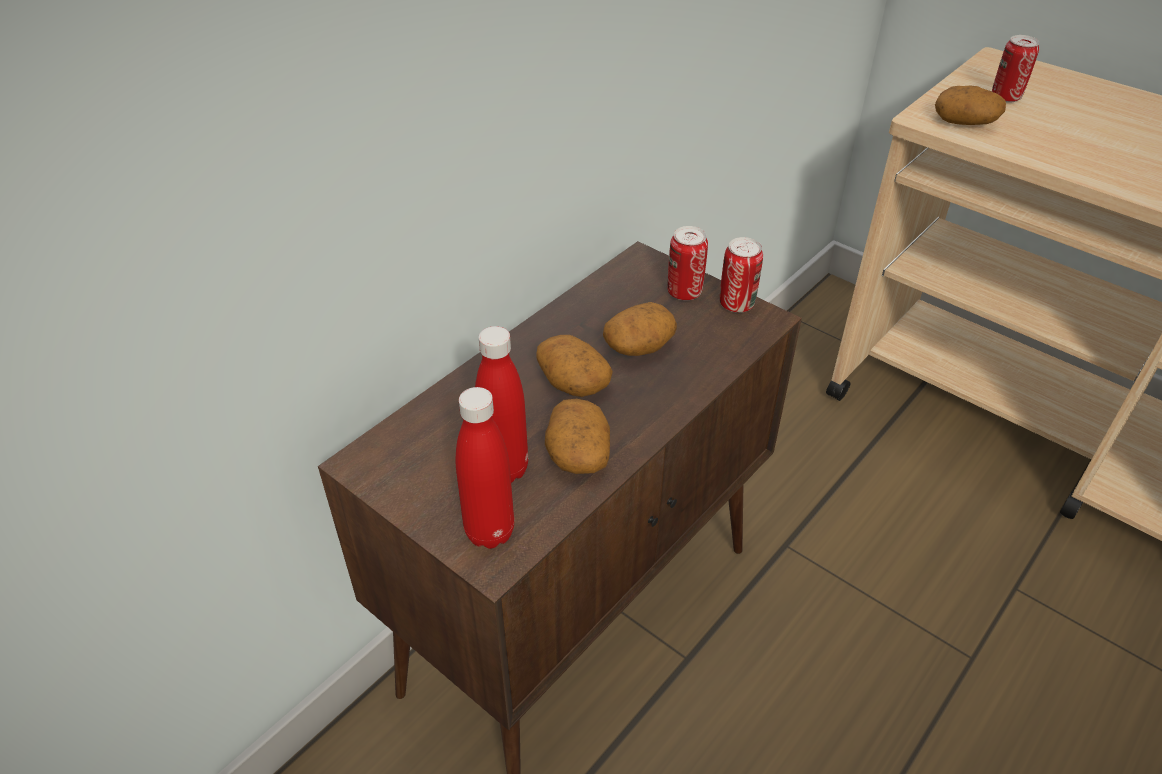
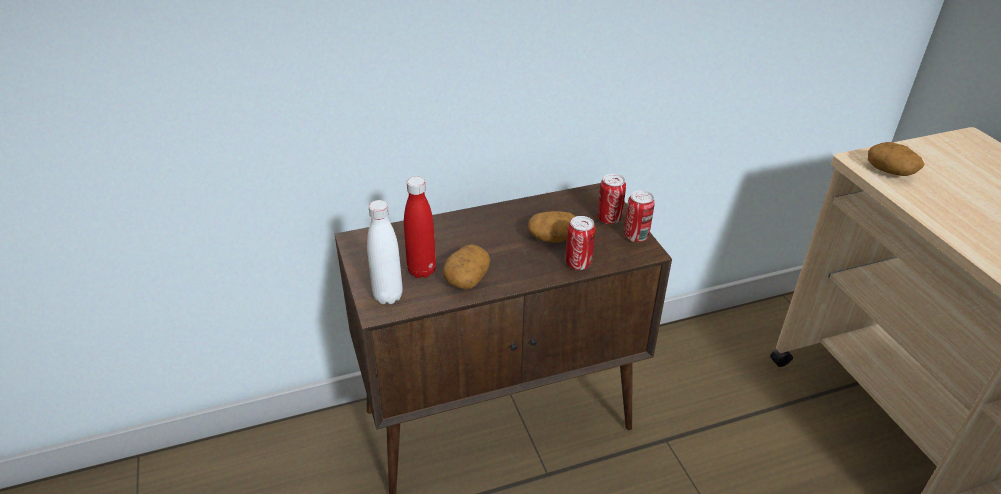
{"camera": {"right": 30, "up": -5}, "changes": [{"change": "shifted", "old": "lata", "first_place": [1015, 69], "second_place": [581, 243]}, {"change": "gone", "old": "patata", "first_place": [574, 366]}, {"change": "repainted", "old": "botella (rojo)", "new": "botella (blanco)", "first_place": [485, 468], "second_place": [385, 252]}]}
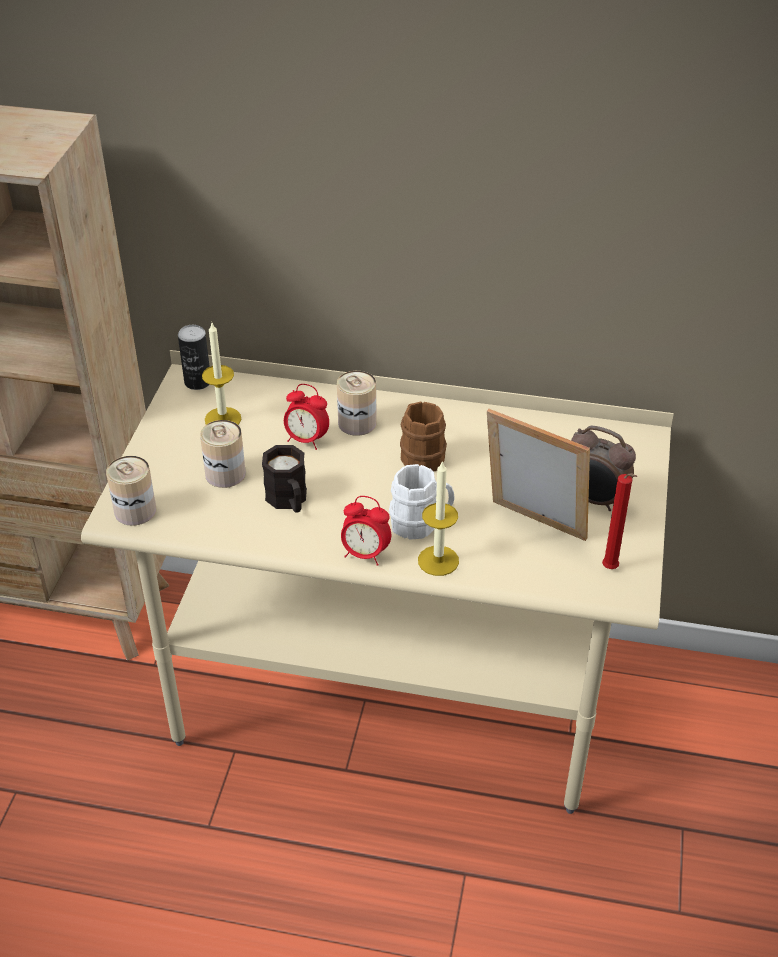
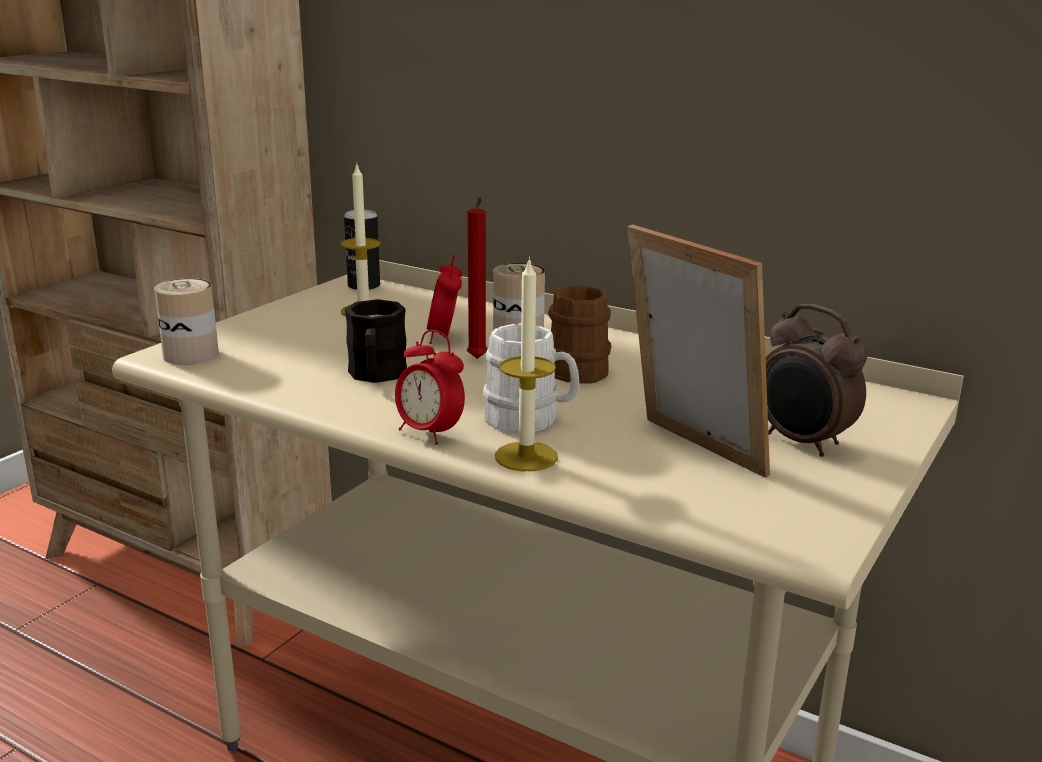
{"camera": {"right": 20, "up": -20}, "changes": [{"change": "rotated", "old": "despertador", "first_place": [306, 417], "second_place": [444, 299], "degrees": 45}, {"change": "gone", "old": "lata", "first_place": [223, 454]}, {"change": "shifted", "old": "vela (rojo)", "first_place": [619, 521], "second_place": [477, 278]}]}
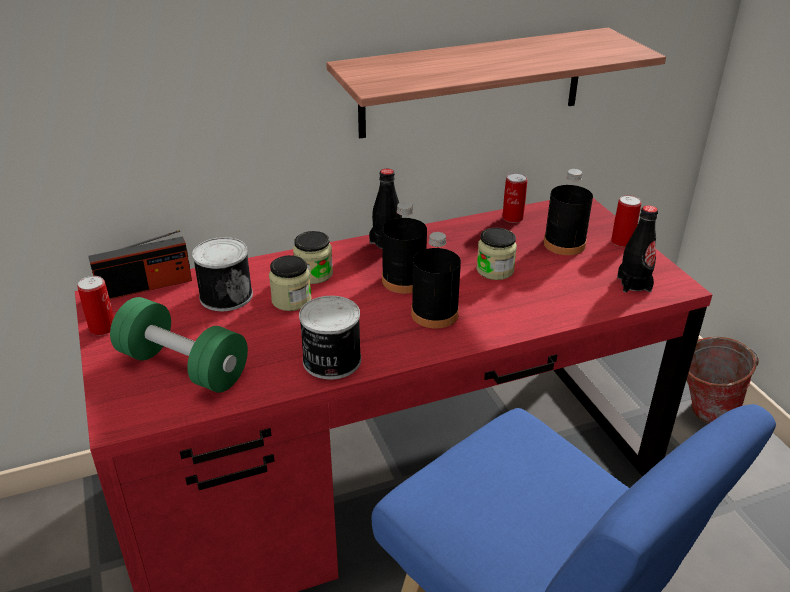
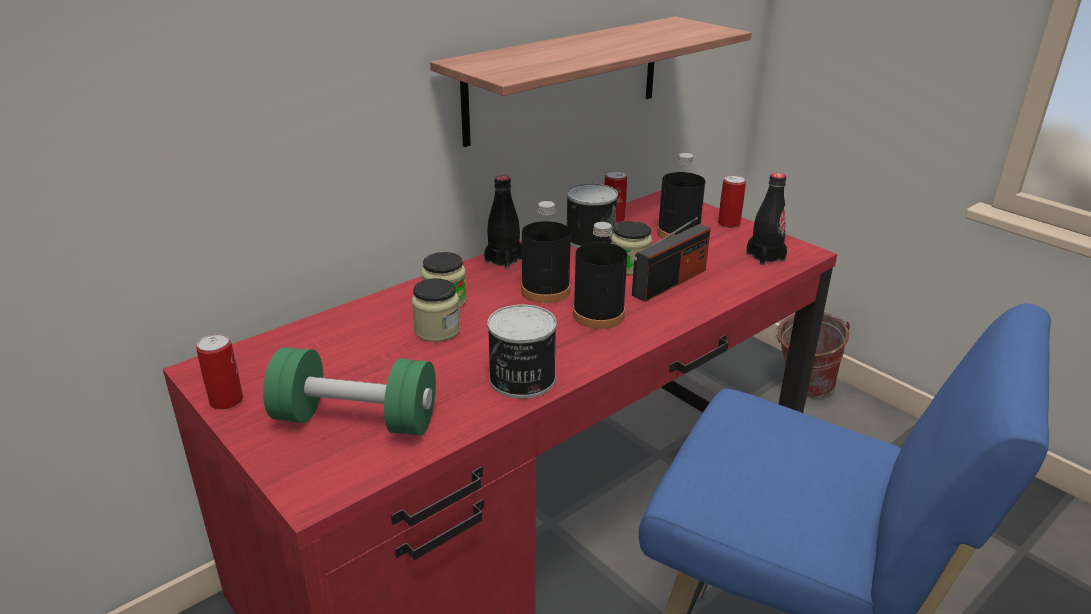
{"camera": {"right": -20, "up": -5}, "changes": [{"change": "shifted", "old": "radio", "first_place": [140, 264], "second_place": [671, 259]}, {"change": "shifted", "old": "lata", "first_place": [222, 274], "second_place": [592, 215]}]}
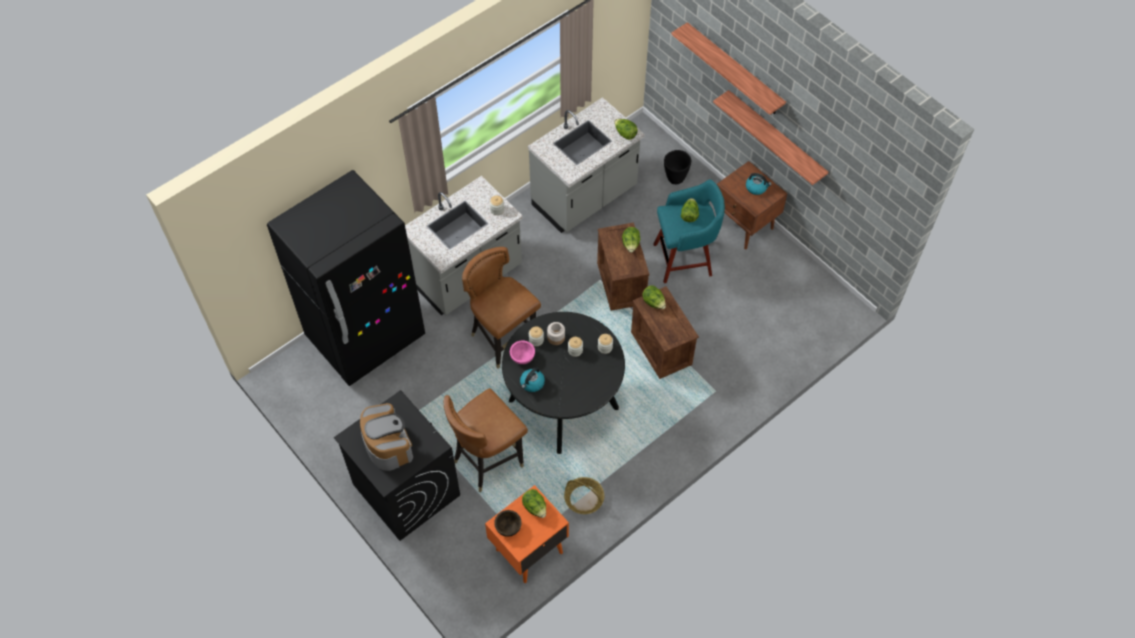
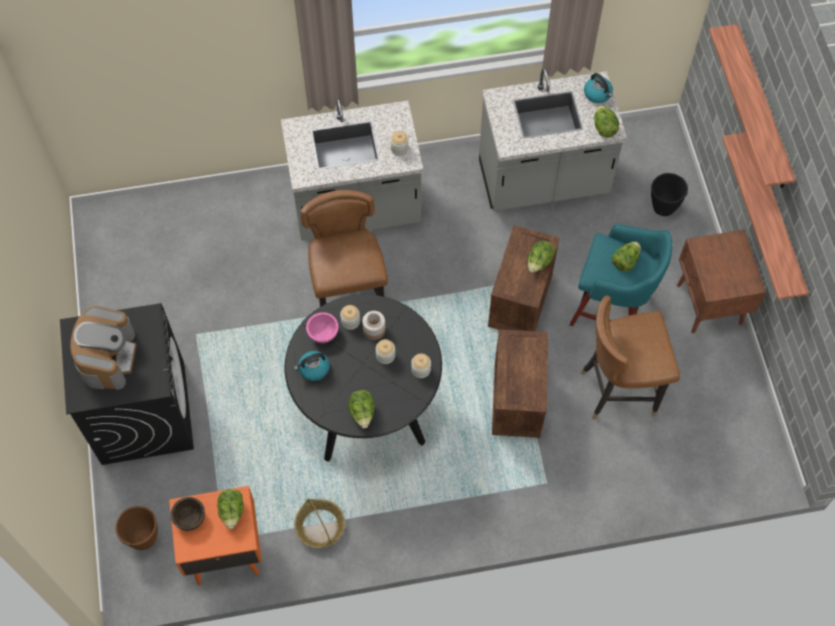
{"camera": {"right": 30, "up": 5}, "changes": [{"change": "gone", "old": "nevera (negro)", "first_place": [346, 278]}, {"change": "shifted", "old": "hervidor", "first_place": [759, 184], "second_place": [598, 88]}, {"change": "shifted", "old": "lechuga", "first_place": [654, 297], "second_place": [361, 409]}, {"change": "shifted", "old": "silla (marrón)", "first_place": [486, 440], "second_place": [630, 357]}, {"change": "new", "new": "maceta (marrón)", "second_place": [136, 528]}]}
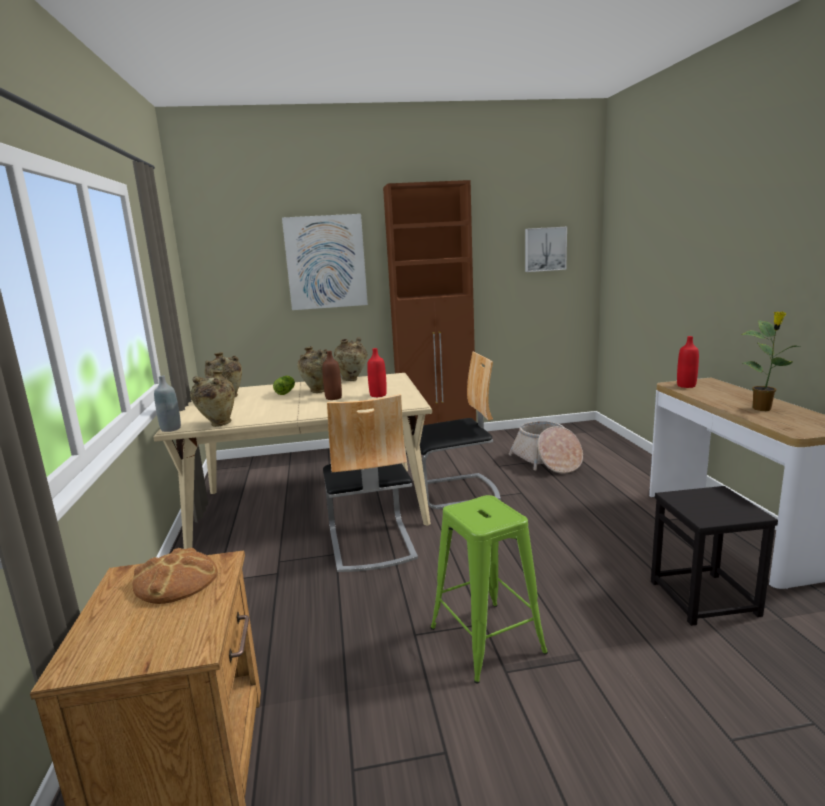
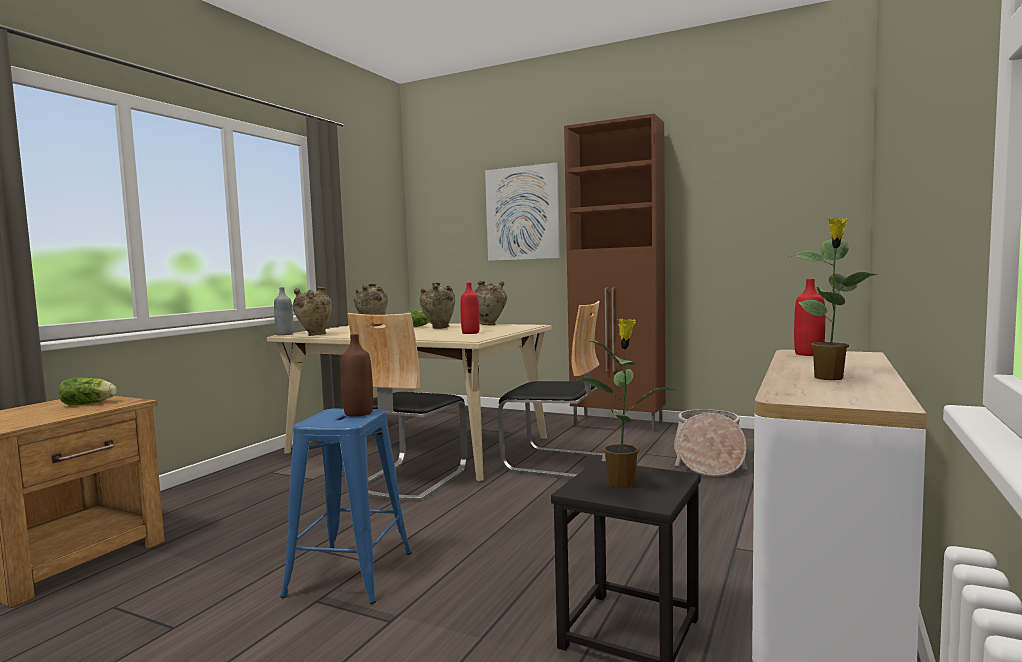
{"camera": {"right": 35, "up": -10}, "changes": [{"change": "gone", "old": "cuadro", "first_place": [546, 249]}, {"change": "shifted", "old": "botella (marrón)", "first_place": [332, 375], "second_place": [357, 375]}, {"change": "repainted", "old": "taburete (verde)", "new": "taburete (azul)", "first_place": [489, 589], "second_place": [346, 506]}, {"change": "swapped", "old": "pan", "new": "lechuga", "first_place": [175, 576], "second_place": [88, 391]}, {"change": "new", "new": "planta en maceta", "second_place": [625, 403]}]}
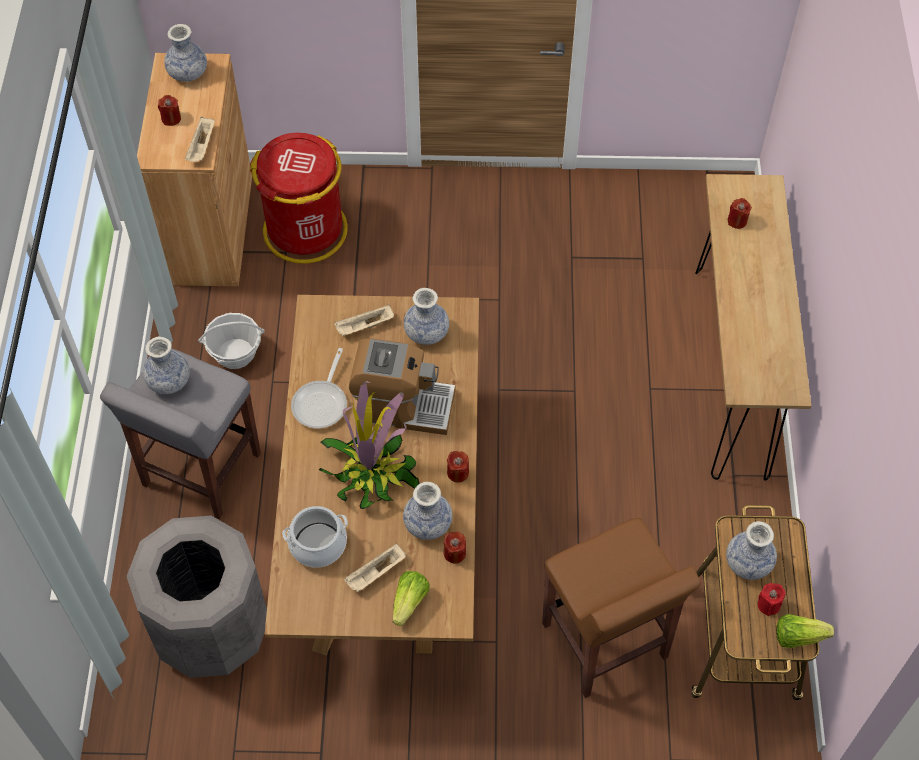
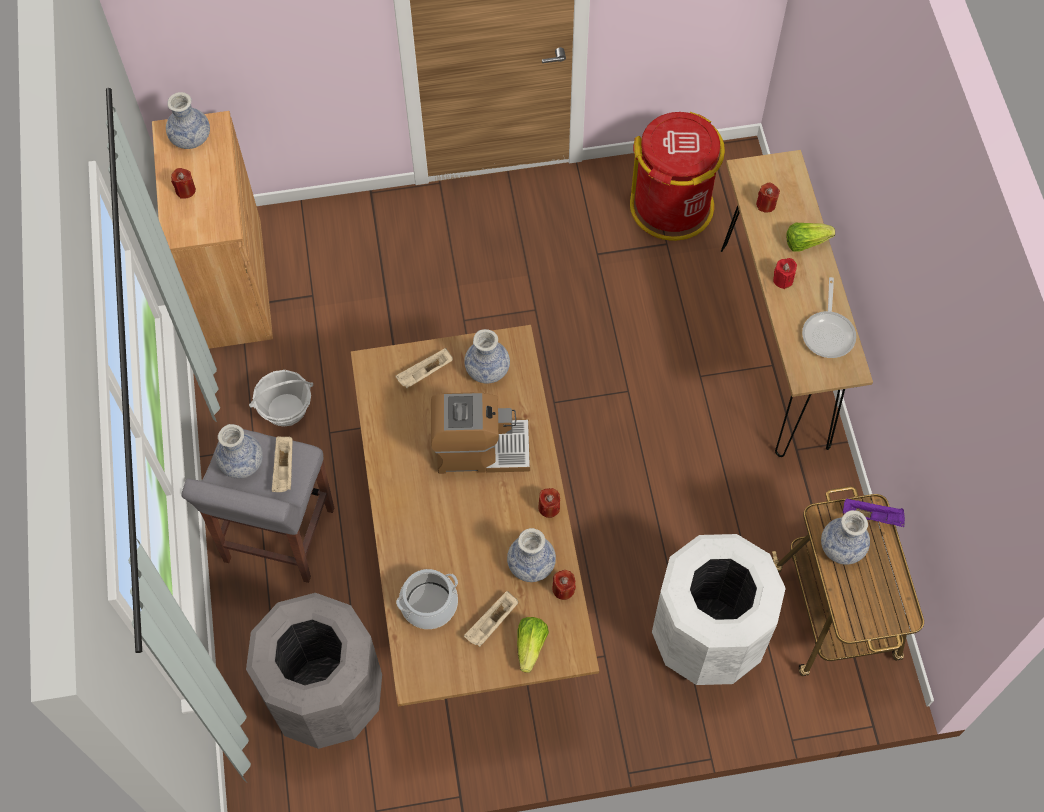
{"camera": {"right": -10, "up": 5}, "changes": [{"change": "shifted", "old": "bandeja (beis)", "first_place": [200, 139], "second_place": [282, 464]}, {"change": "shifted", "old": "papelera (rojo)", "first_place": [299, 198], "second_place": [677, 176]}, {"change": "shifted", "old": "sartén", "first_place": [319, 388], "second_place": [829, 317]}, {"change": "gone", "old": "planta en maceta", "first_place": [369, 445]}, {"change": "swapped", "old": "taburete (marrón)", "new": "papelera (blanco)", "first_place": [621, 608], "second_place": [719, 609]}, {"change": "shifted", "old": "vela (rojo)", "first_place": [771, 599], "second_place": [785, 273]}, {"change": "shifted", "old": "lechuga", "first_place": [805, 631], "second_place": [810, 237]}, {"change": "new", "new": "bandeja (morado)", "second_place": [874, 512]}]}
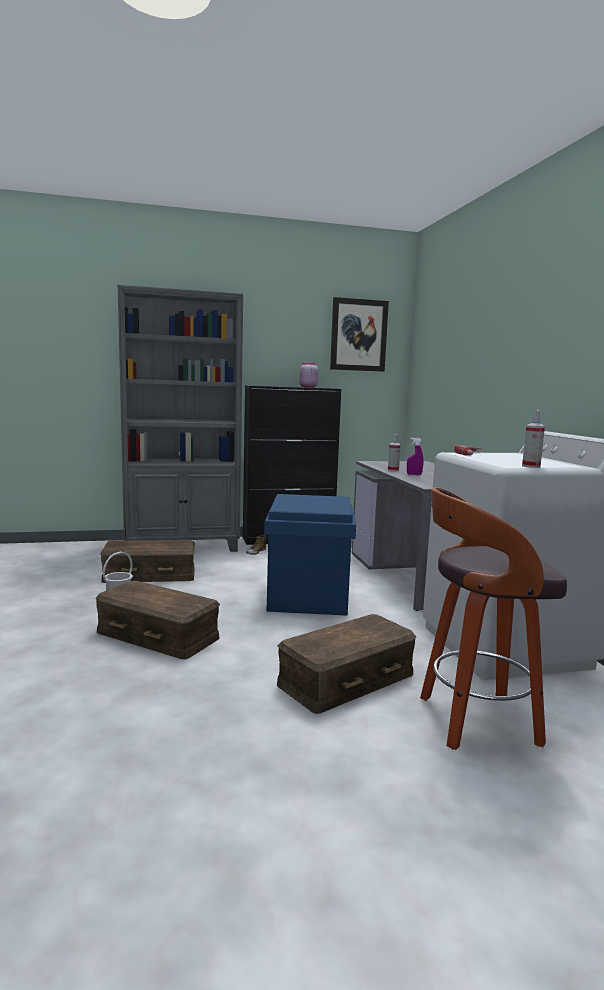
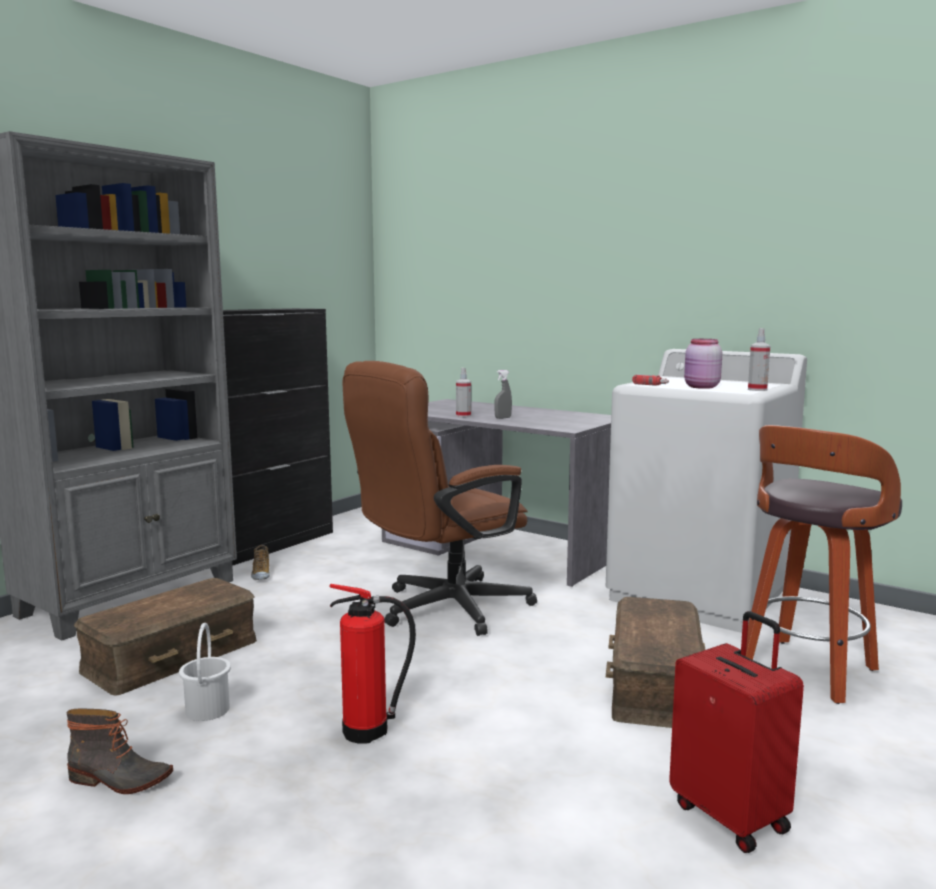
{"camera": {"right": -40, "up": 0}, "changes": [{"change": "gone", "old": "cuadro", "first_place": [359, 334]}, {"change": "shifted", "old": "tarro (rosa)", "first_place": [309, 375], "second_place": [703, 364]}, {"change": "repainted", "old": "pulverizador (morado)", "new": "pulverizador (gris)", "first_place": [415, 456], "second_place": [503, 394]}, {"change": "swapped", "old": "caja de almacenaje (azul)", "new": "silla de oficina (marrón)", "first_place": [310, 555], "second_place": [439, 498]}, {"change": "swapped", "old": "caja de almacenaje (marrón)", "new": "extintor", "first_place": [157, 620], "second_place": [373, 664]}, {"change": "new", "new": "maleta (rojo)", "second_place": [736, 732]}, {"change": "new", "new": "bota", "second_place": [119, 751]}]}
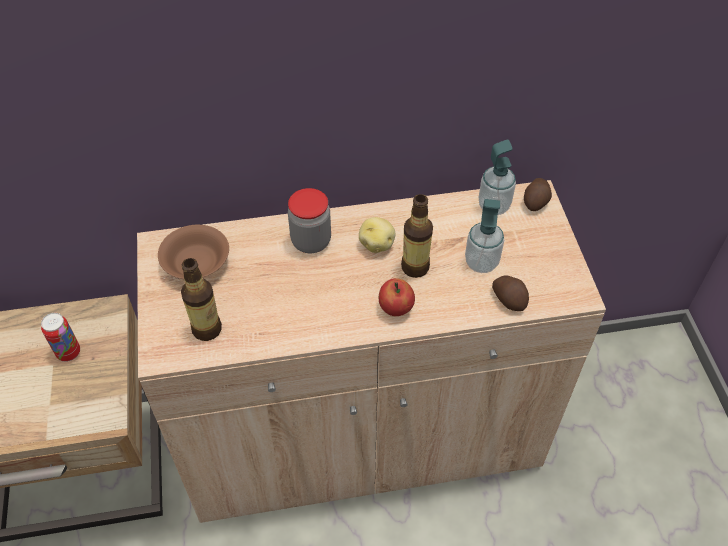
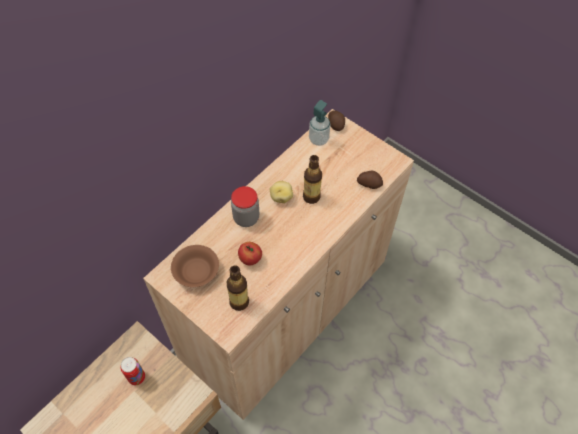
{"camera": {"right": -40, "up": 5}, "changes": [{"change": "gone", "old": "dispensador de jabón", "first_place": [484, 236]}, {"change": "shifted", "old": "manzana", "first_place": [397, 297], "second_place": [250, 253]}]}
